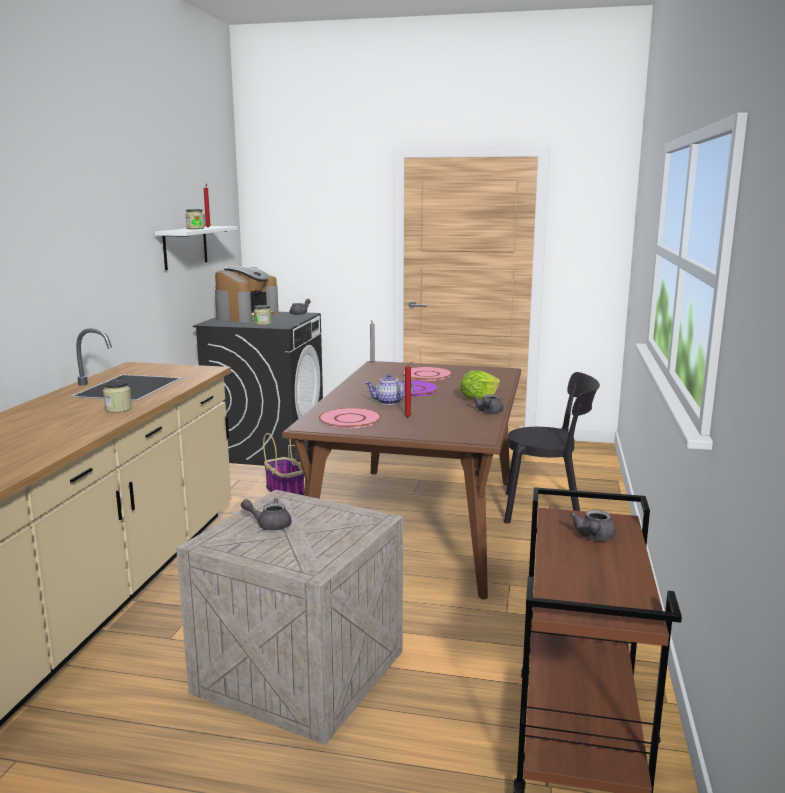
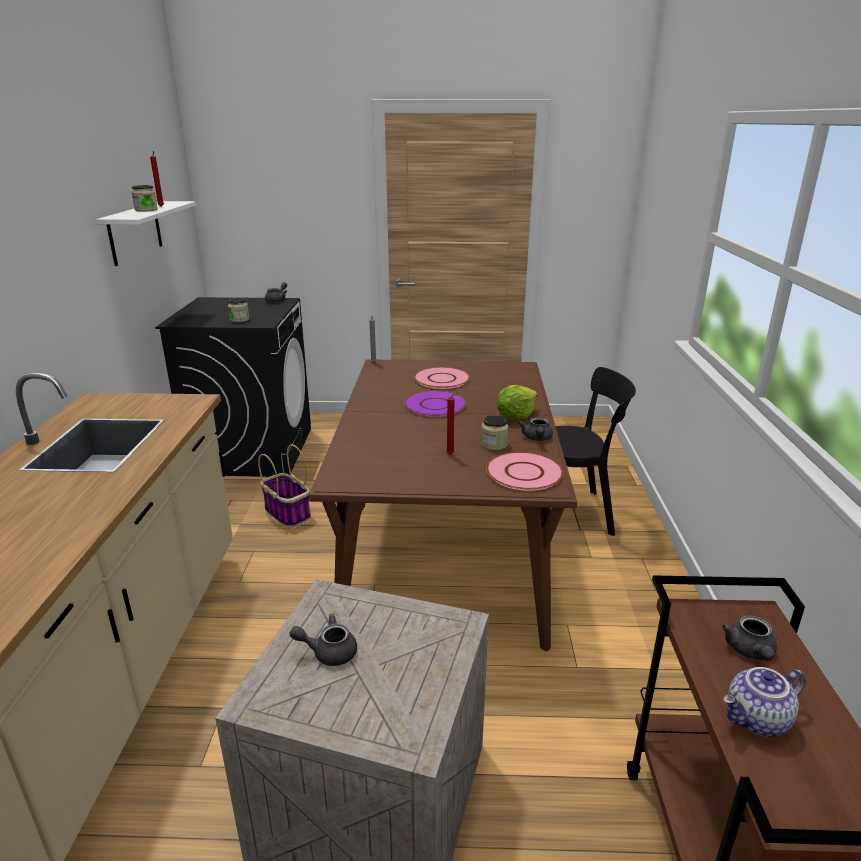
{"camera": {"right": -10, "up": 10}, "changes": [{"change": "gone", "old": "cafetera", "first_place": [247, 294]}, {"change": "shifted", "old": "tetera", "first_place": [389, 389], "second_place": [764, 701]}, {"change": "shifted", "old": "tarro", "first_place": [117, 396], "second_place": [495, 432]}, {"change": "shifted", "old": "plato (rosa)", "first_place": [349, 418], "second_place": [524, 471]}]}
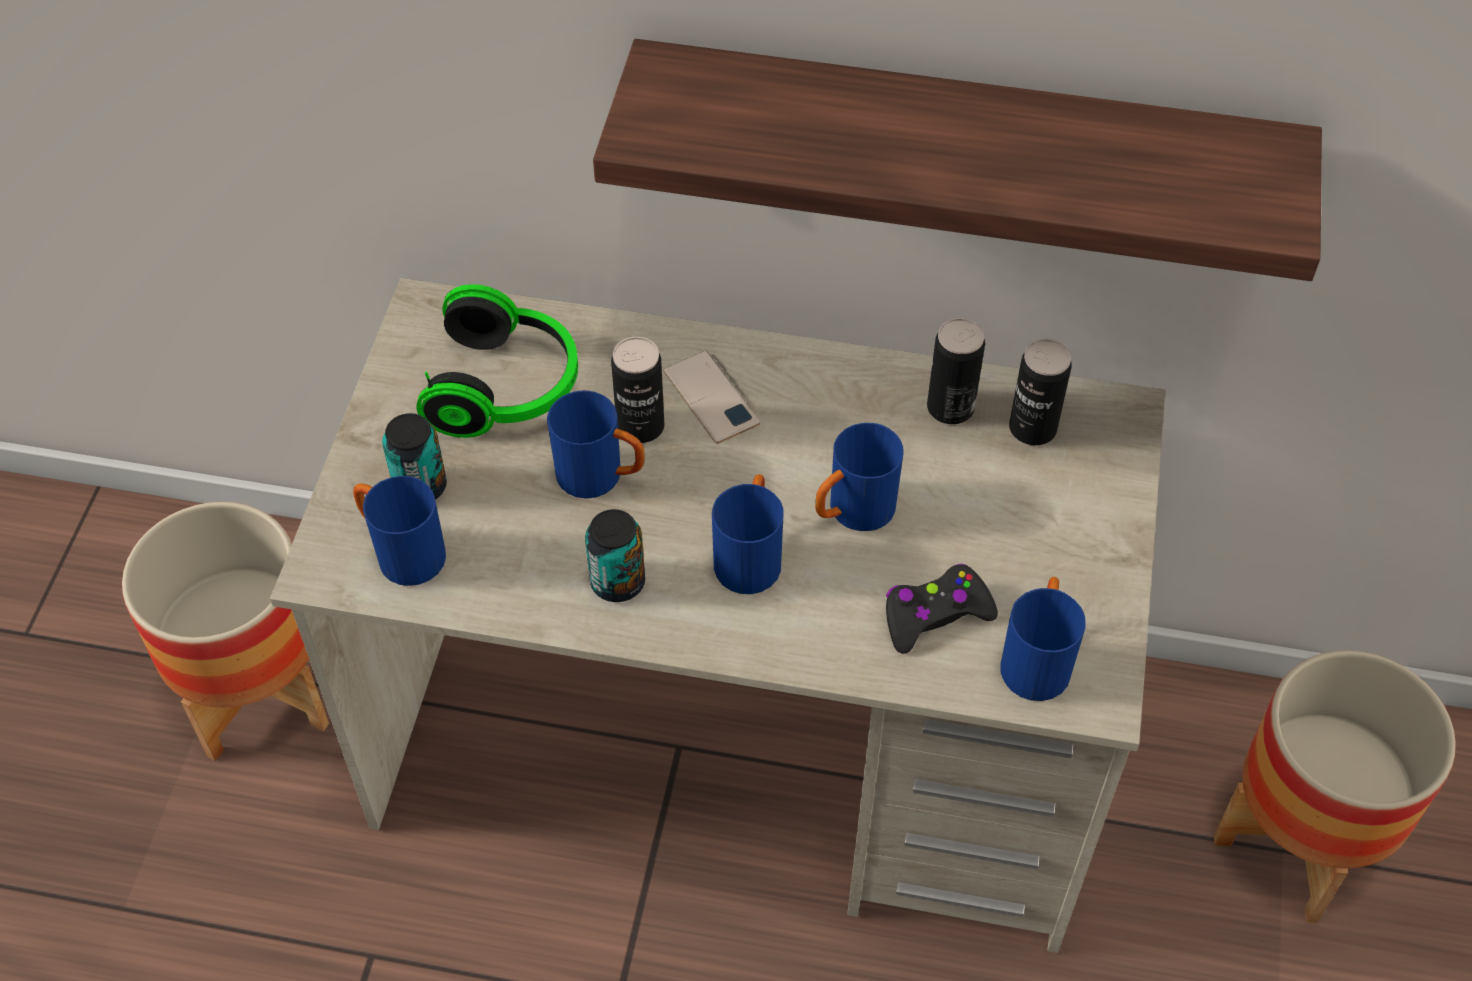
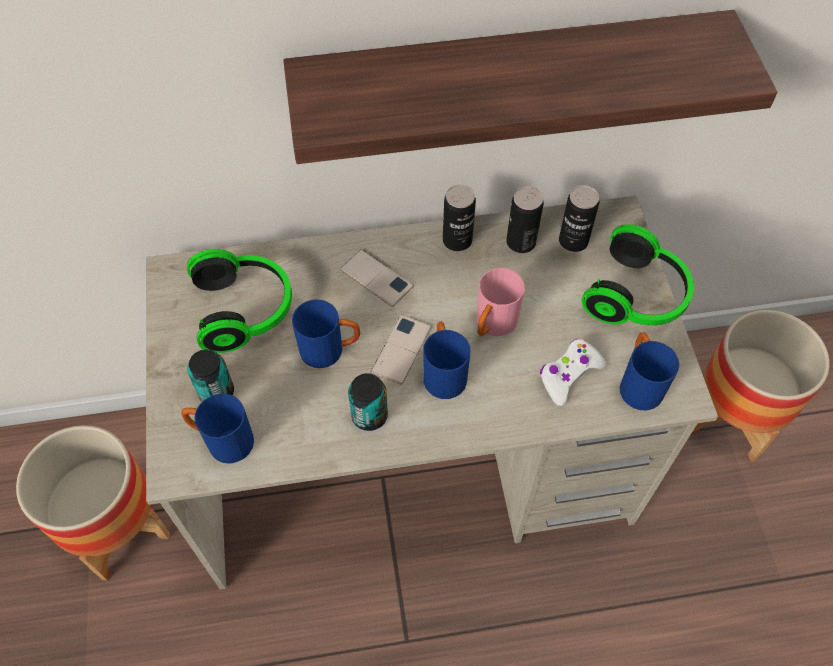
{"camera": {"right": -20, "up": 5}, "changes": [{"change": "shifted", "old": "lata", "first_place": [637, 390], "second_place": [459, 217]}, {"change": "repainted", "old": "taza grande (azul)", "new": "taza grande (rosa)", "first_place": [859, 477], "second_place": [500, 302]}, {"change": "repainted", "old": "mando de consola (negro)", "new": "mando de consola (blanco)", "first_place": [942, 609], "second_place": [573, 372]}, {"change": "new", "new": "auriculares", "second_place": [637, 274]}, {"change": "new", "new": "móvil", "second_place": [401, 349]}]}
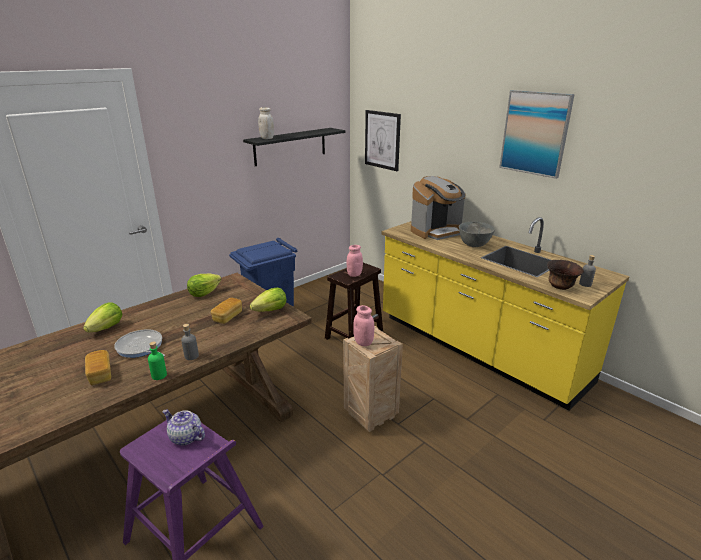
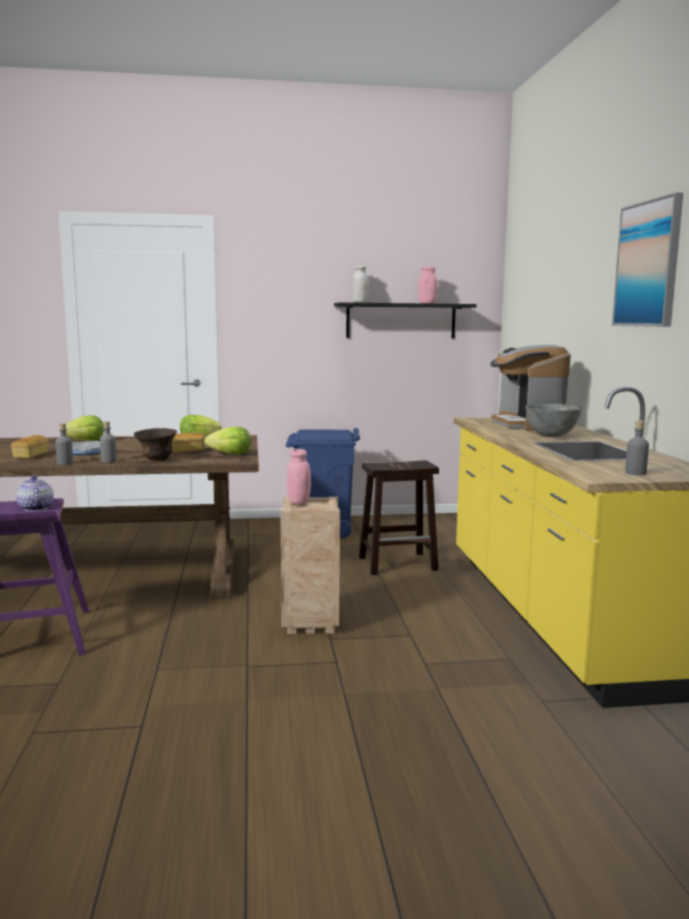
{"camera": {"right": 35, "up": -15}, "changes": [{"change": "gone", "old": "cuadro", "first_place": [383, 140]}, {"change": "rotated", "old": "cafetera", "first_place": [438, 208], "second_place": [530, 387], "degrees": 75}, {"change": "shifted", "old": "tarro (rosa)", "first_place": [354, 261], "second_place": [428, 284]}, {"change": "shifted", "old": "cuenco (marrón)", "first_place": [565, 275], "second_place": [155, 444]}, {"change": "repainted", "old": "botella (verde)", "new": "botella (gris)", "first_place": [157, 361], "second_place": [64, 444]}]}
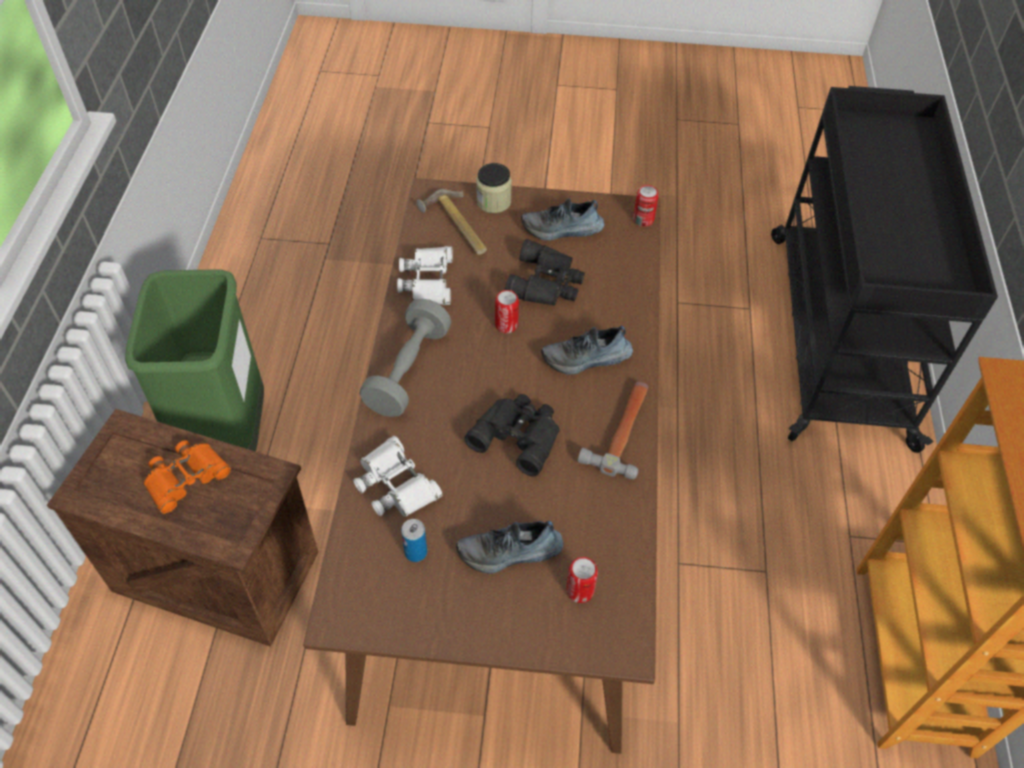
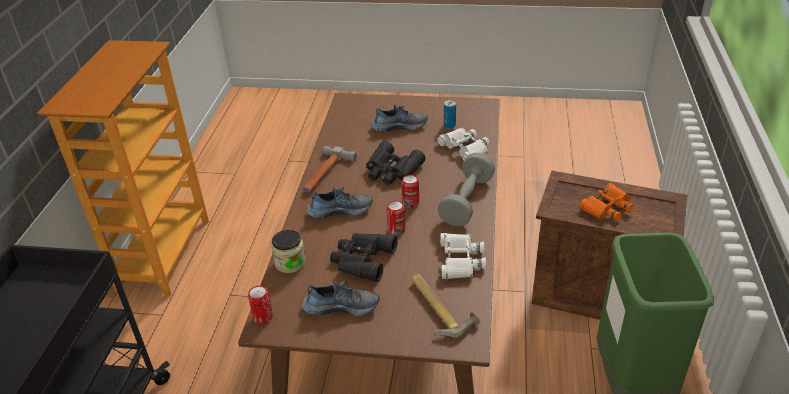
{"camera": {"right": -175, "up": -15}, "changes": [{"change": "shifted", "old": "tarro", "first_place": [494, 188], "second_place": [288, 251]}, {"change": "shifted", "old": "lata", "first_place": [582, 580], "second_place": [410, 191]}]}
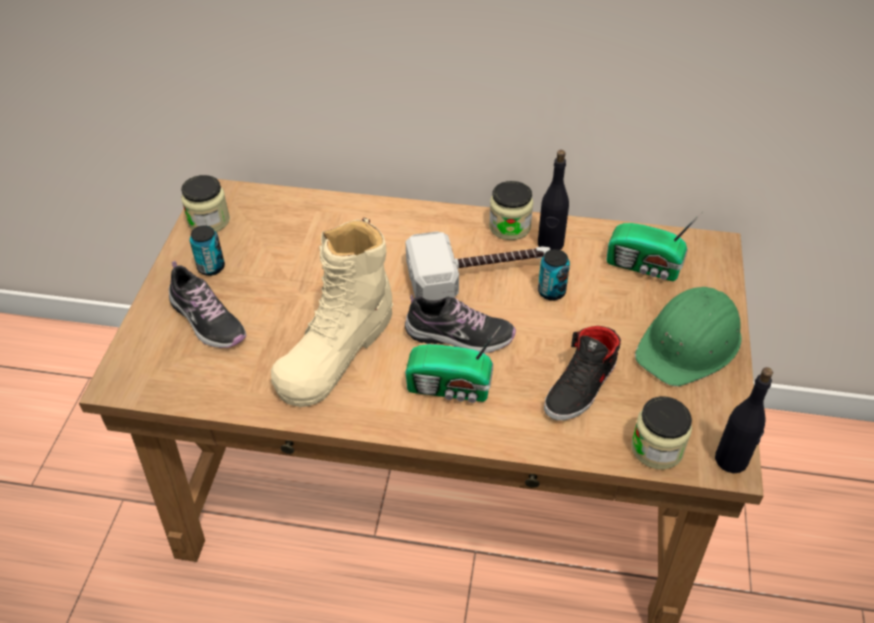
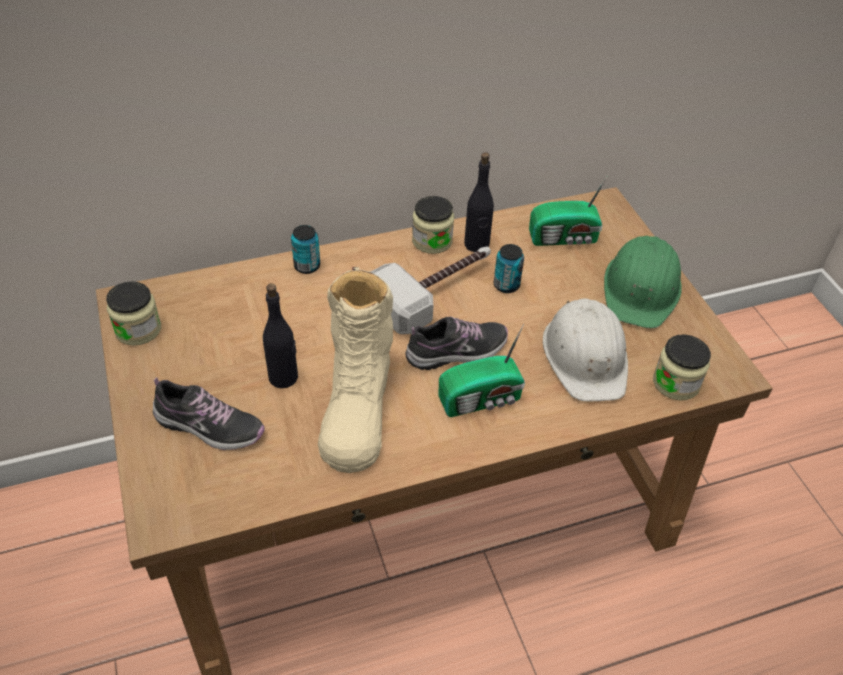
{"camera": {"right": -30, "up": 0}, "changes": [{"change": "shifted", "old": "lata", "first_place": [207, 250], "second_place": [305, 249]}, {"change": "swapped", "old": "zapato (negro)", "new": "casco (blanco)", "first_place": [582, 373], "second_place": [585, 350]}, {"change": "shifted", "old": "botella (negro)", "first_place": [744, 420], "second_place": [280, 335]}]}
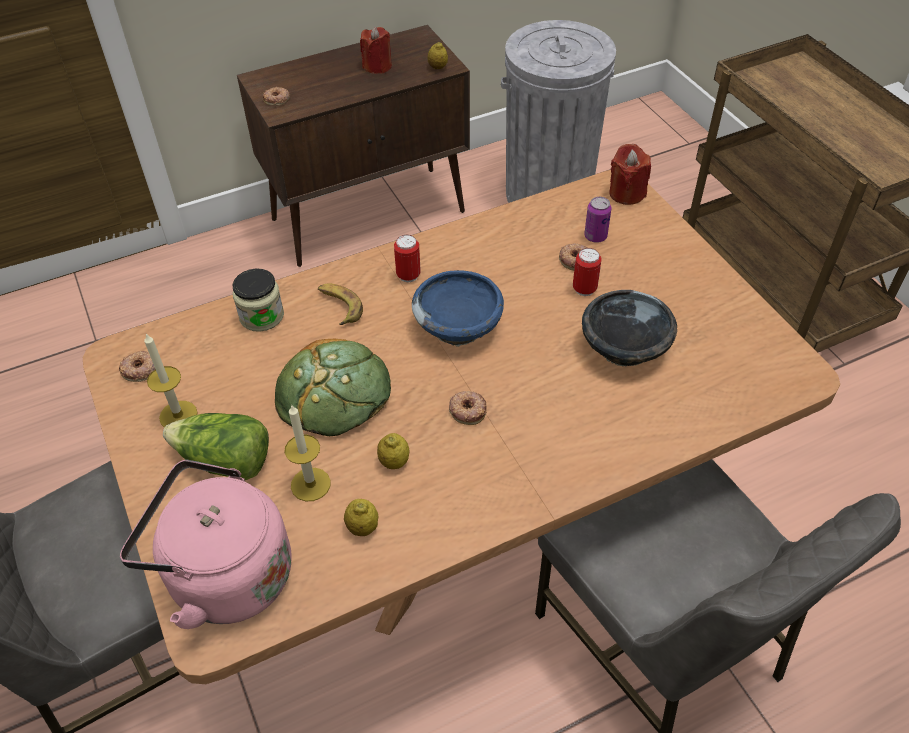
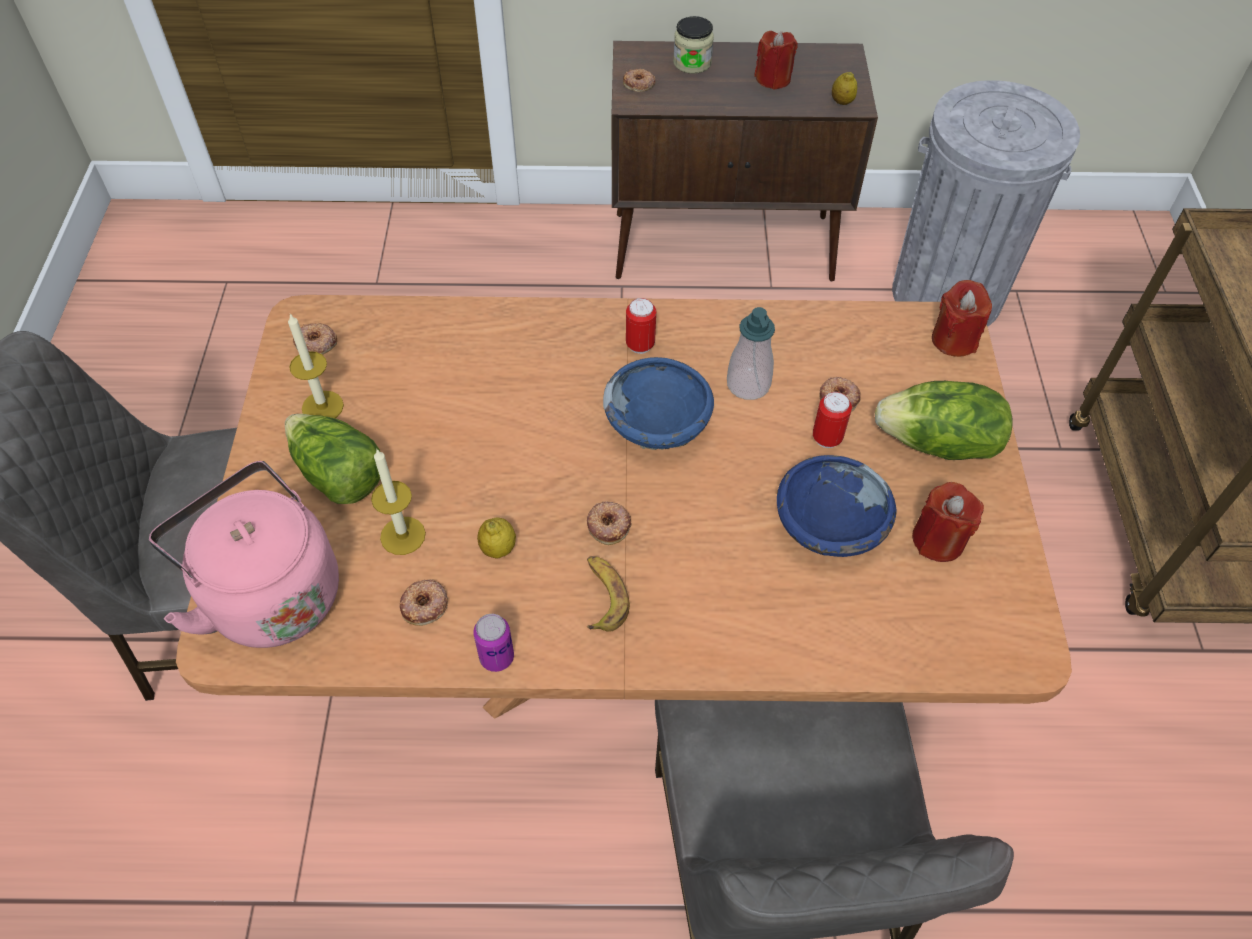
{"camera": {"right": 25, "up": 5}, "changes": [{"change": "shifted", "old": "lata", "first_place": [598, 220], "second_place": [493, 643]}, {"change": "shifted", "old": "tarro", "first_place": [258, 300], "second_place": [693, 45]}, {"change": "shifted", "old": "plátano", "first_place": [340, 304], "second_place": [608, 594]}, {"change": "repainted", "old": "cuenco (negro)", "new": "cuenco (azul)", "first_place": [629, 328], "second_place": [836, 506]}, {"change": "gone", "old": "pan", "first_place": [333, 387]}, {"change": "swapped", "old": "limón", "new": "rosquilla", "first_place": [361, 517], "second_place": [424, 602]}, {"change": "new", "new": "dispensador de jabón", "second_place": [751, 353]}, {"change": "new", "new": "lechuga", "second_place": [944, 420]}, {"change": "new", "new": "vela (rojo)", "second_place": [948, 522]}]}
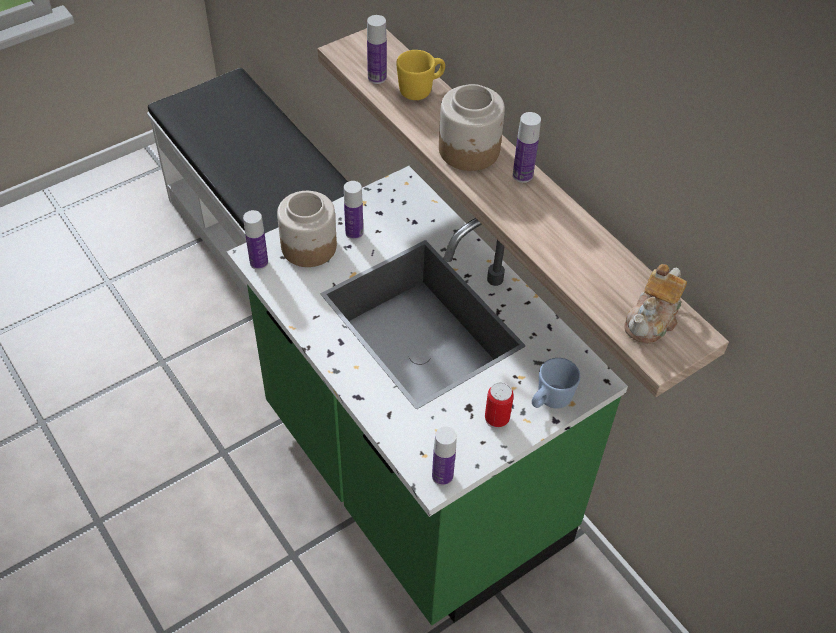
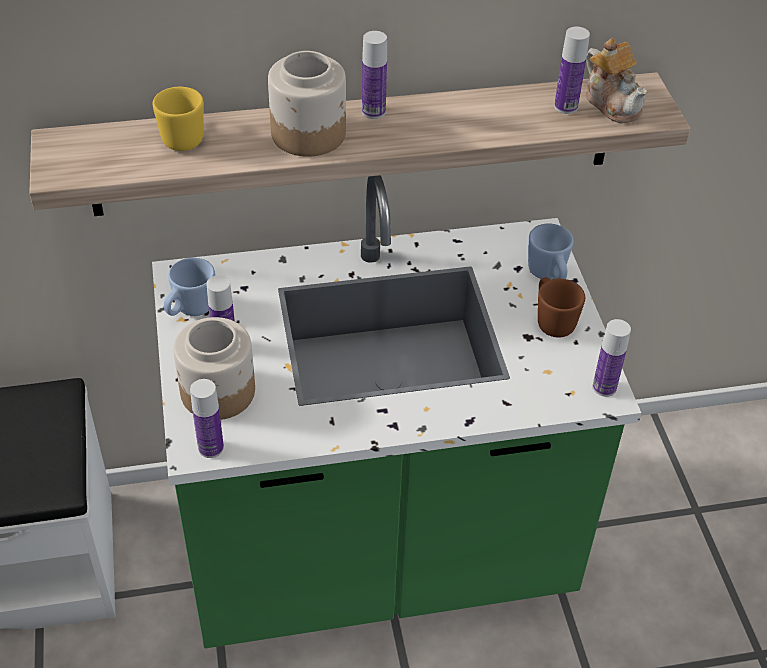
{"camera": {"right": -65, "up": -5}, "changes": [{"change": "shifted", "old": "botella", "first_place": [377, 49], "second_place": [572, 70]}, {"change": "swapped", "old": "lata", "new": "taza grande (marrón)", "first_place": [499, 405], "second_place": [561, 307]}, {"change": "new", "new": "taza grande (azul)", "second_place": [189, 286]}]}
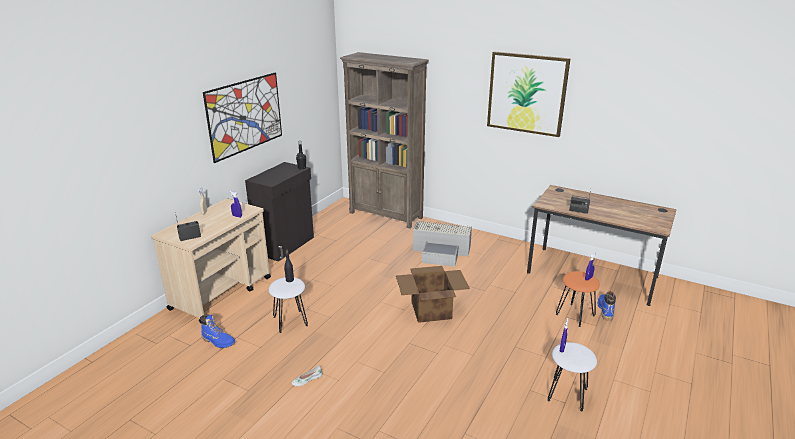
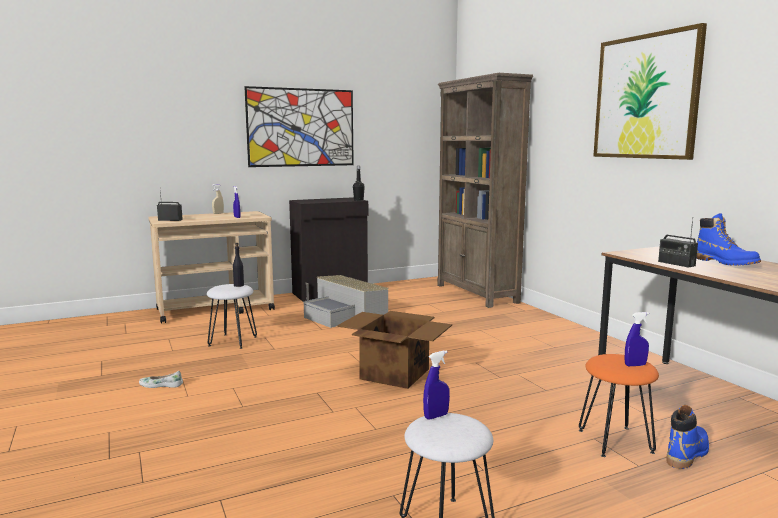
{"camera": {"right": 35, "up": -15}, "changes": [{"change": "shifted", "old": "caja de almacenaje (gris)", "first_place": [442, 244], "second_place": [346, 301]}, {"change": "shifted", "old": "bota (azul)", "first_place": [217, 331], "second_place": [728, 239]}]}
